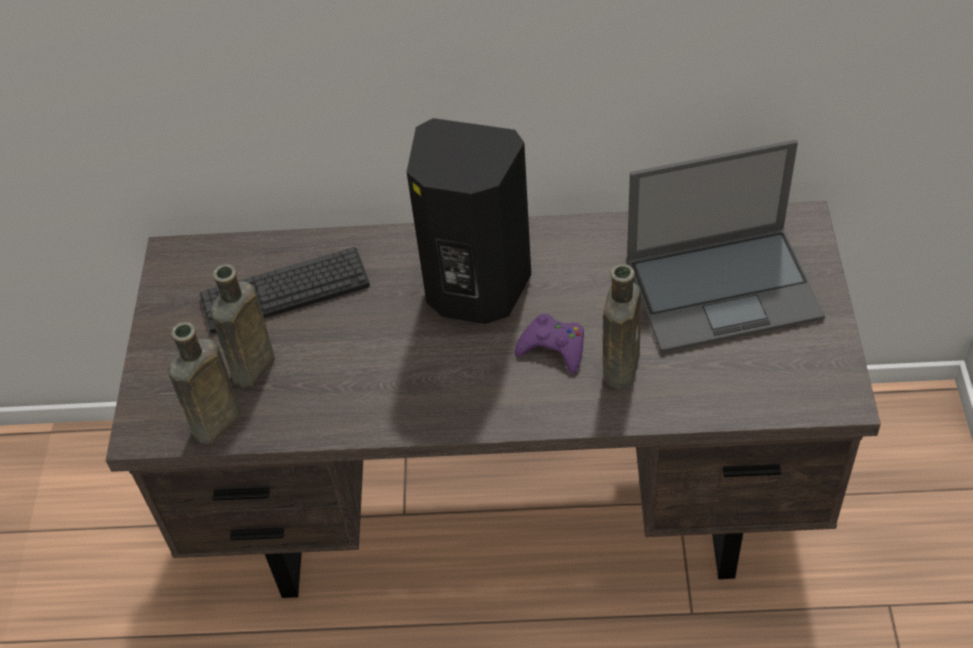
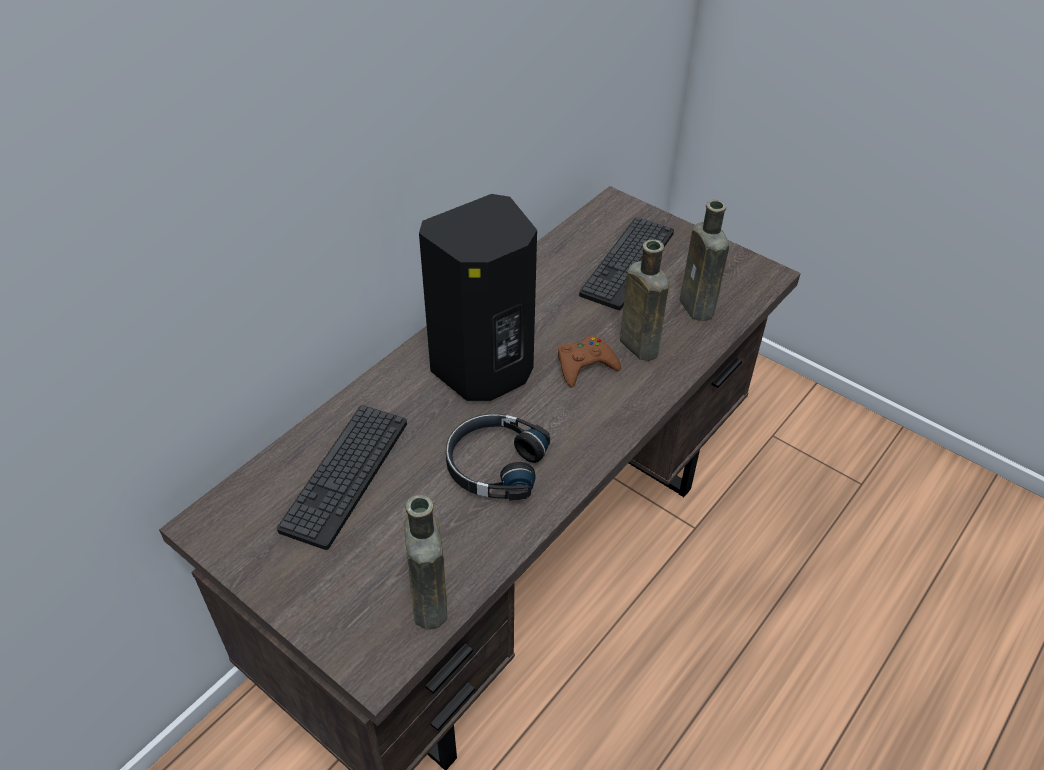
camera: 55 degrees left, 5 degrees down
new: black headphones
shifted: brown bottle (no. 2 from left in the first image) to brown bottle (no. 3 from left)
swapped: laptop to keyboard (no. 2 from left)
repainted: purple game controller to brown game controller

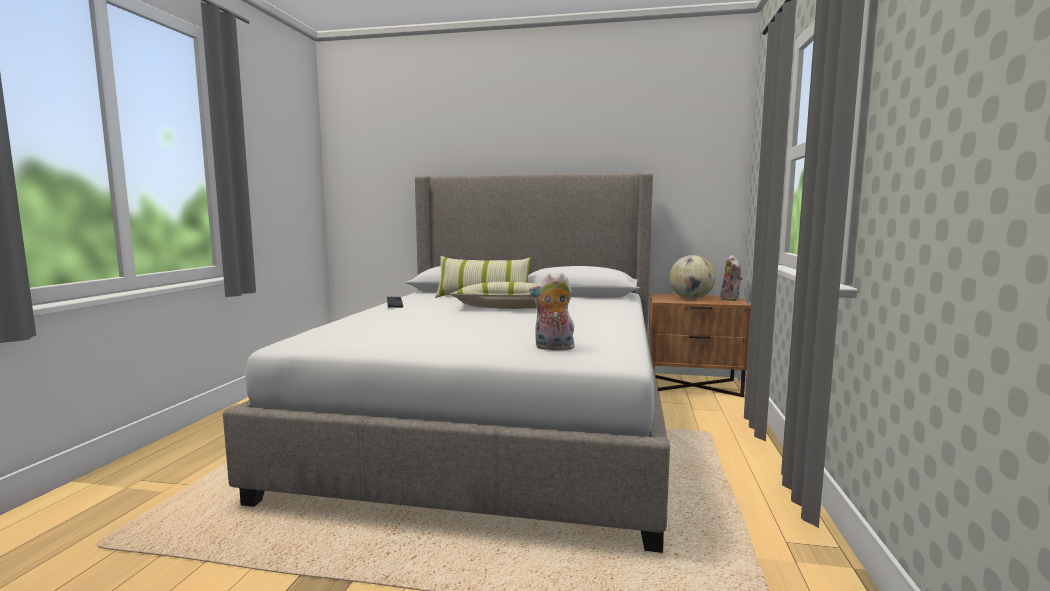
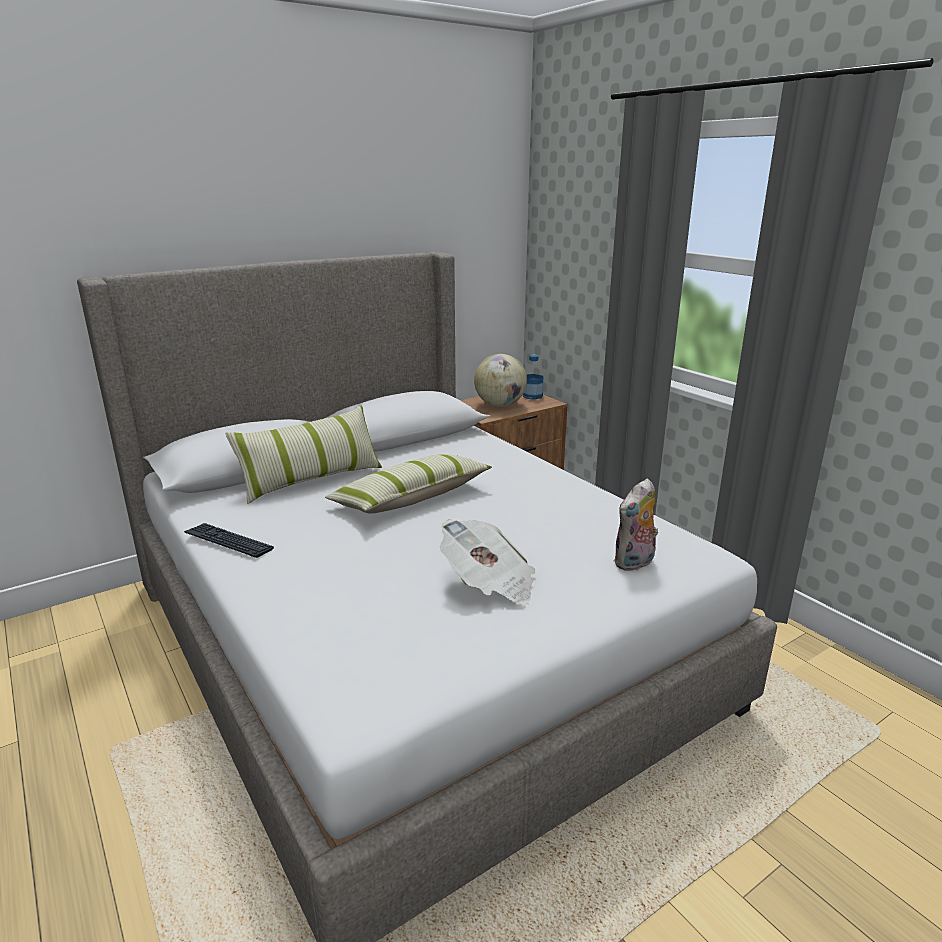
camera: 45 degrees left, 15 degrees up
new: newspaper
swapped: plush toy (no. 2 from left) to bottle

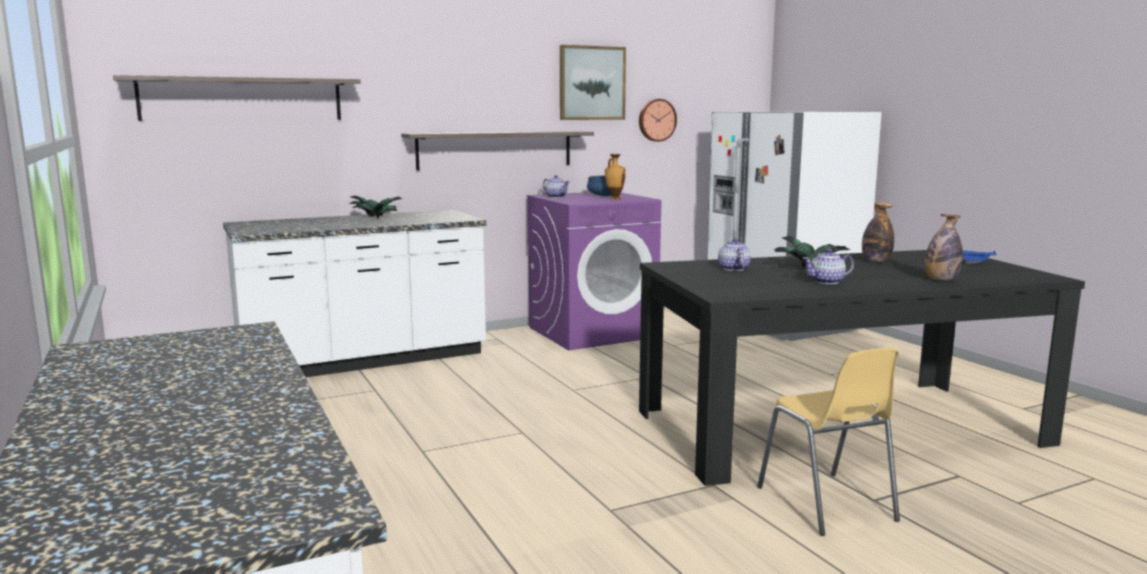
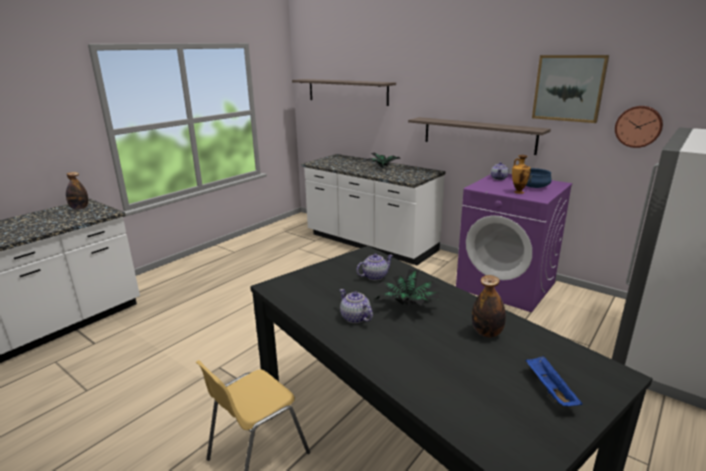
camera: 65 degrees right, 10 degrees up
shifted: bottle (no. 2 from left in the first image) to bottle (no. 1 from left)

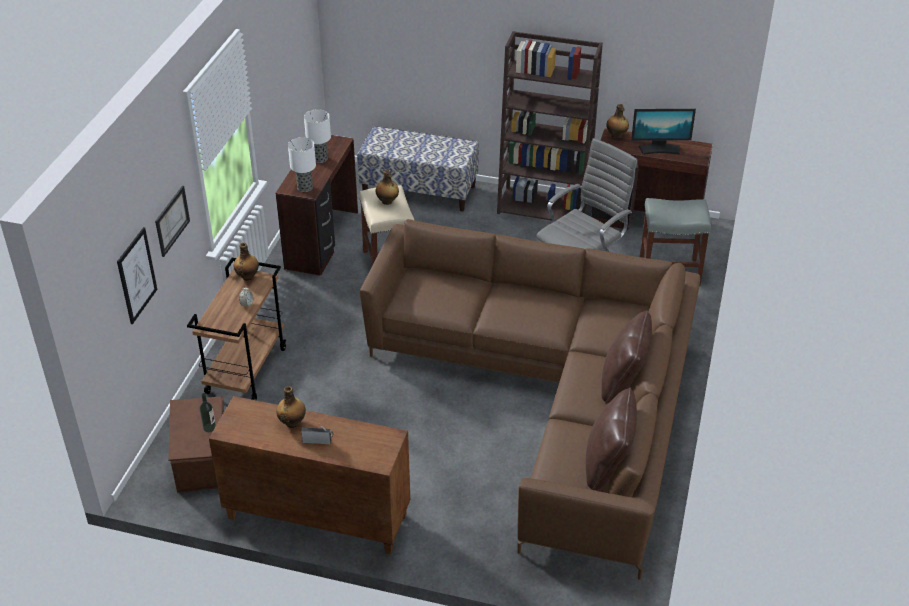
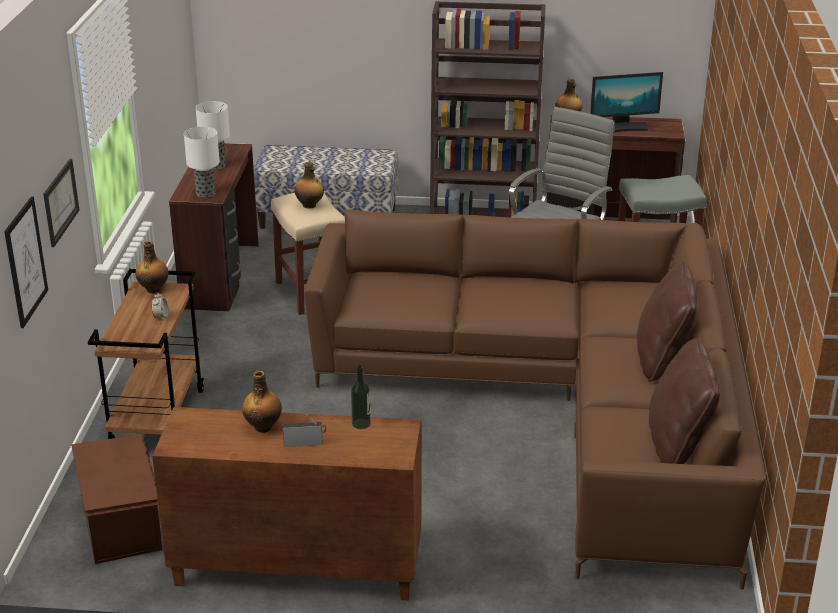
camera: 10 degrees left, 10 degrees down
shifted: bottle (no. 1 from left in the first image) to bottle (no. 4 from left)

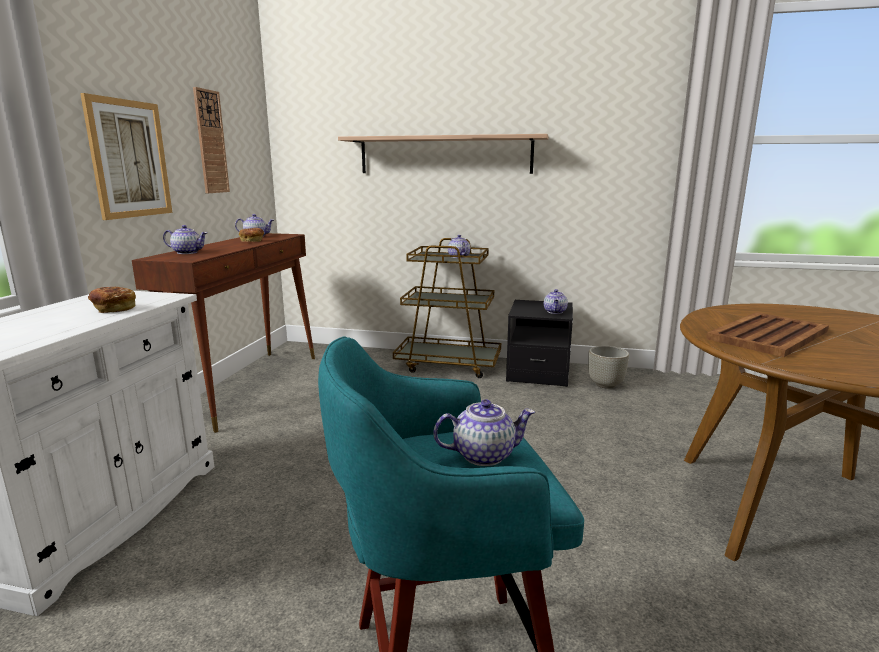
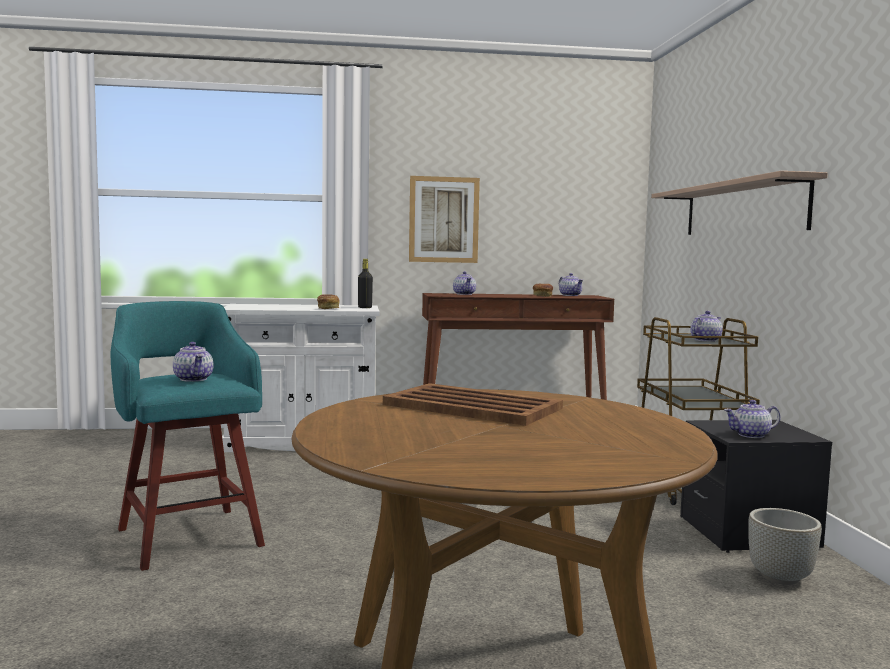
camera: 70 degrees right, 10 degrees down
gone: wall clock
new: black bottle

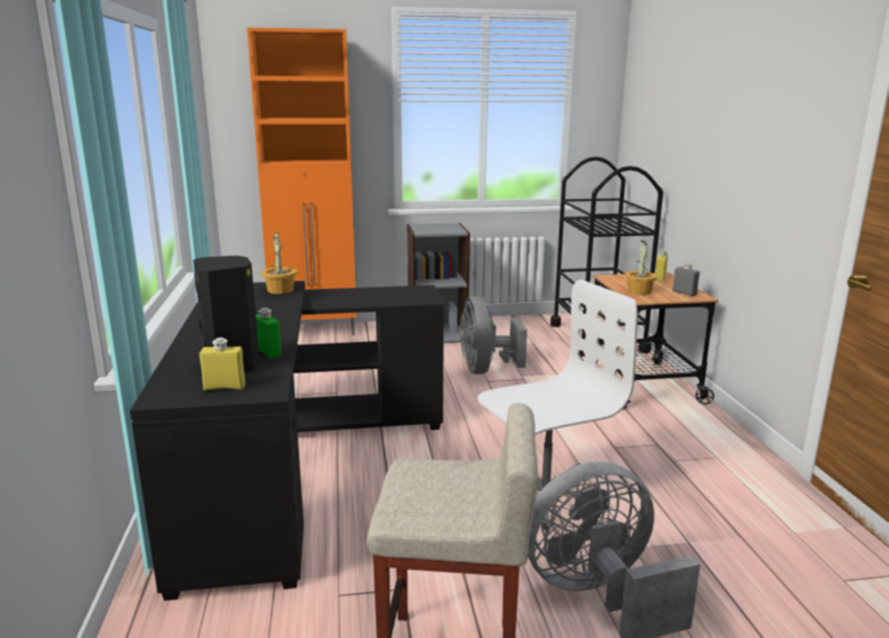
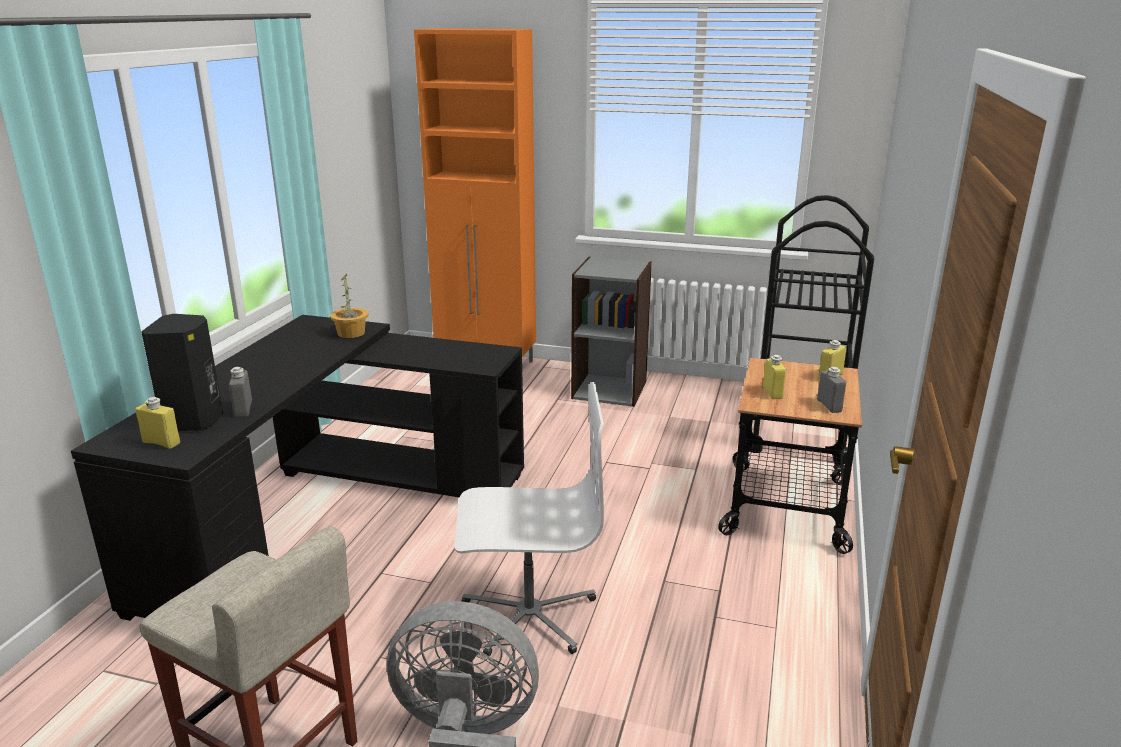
camera: 25 degrees right, 5 degrees up
gone: grey fan (no. 1 from left)
swapped: potted plant (no. 2 from left) to yellow bottle (no. 2 from left)
repainted: green bottle to grey bottle (no. 1 from left)

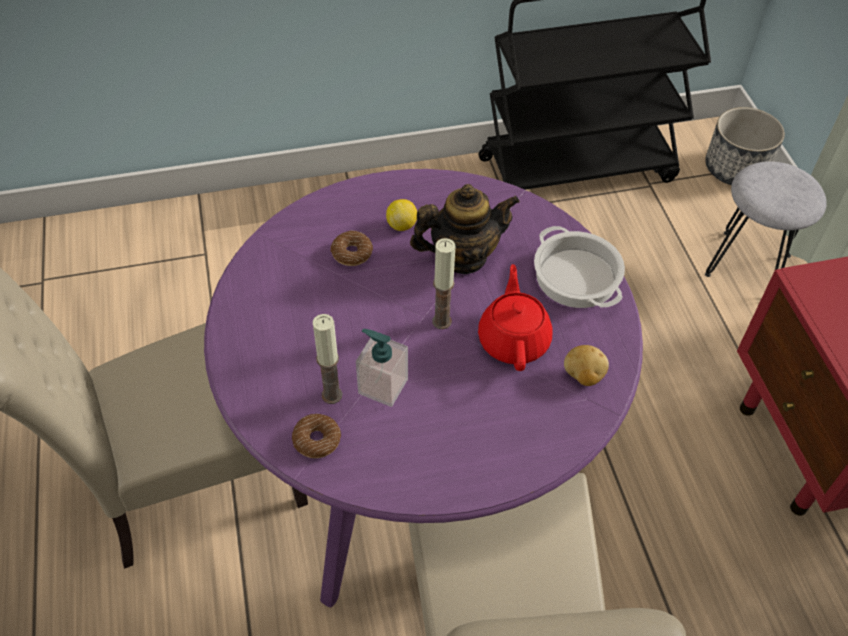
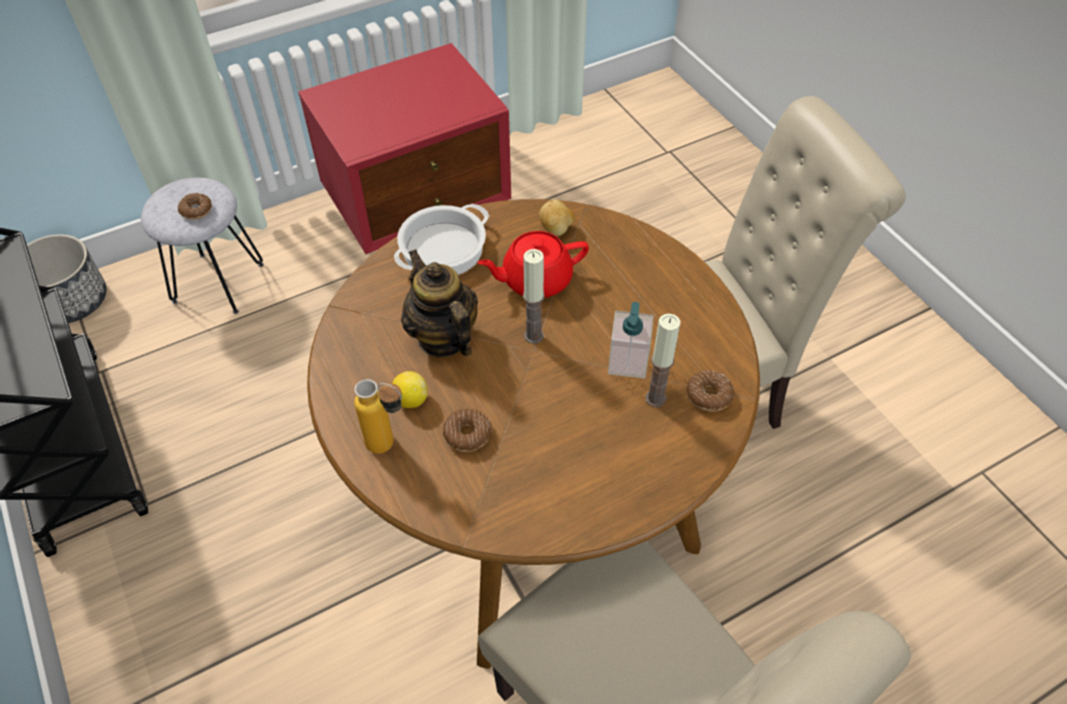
camera: 105 degrees left, 0 degrees up
new: donut (no. 1 from left); bottle
repainted: purple dining table to brown dining table

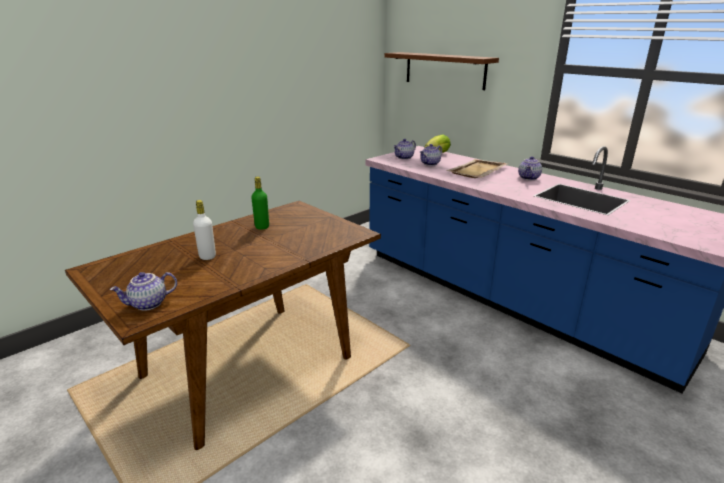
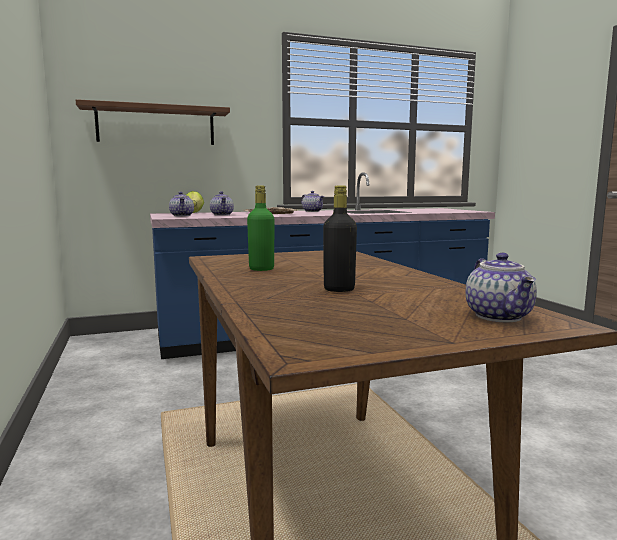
camera: 65 degrees left, 15 degrees down
repainted: white bottle to black bottle

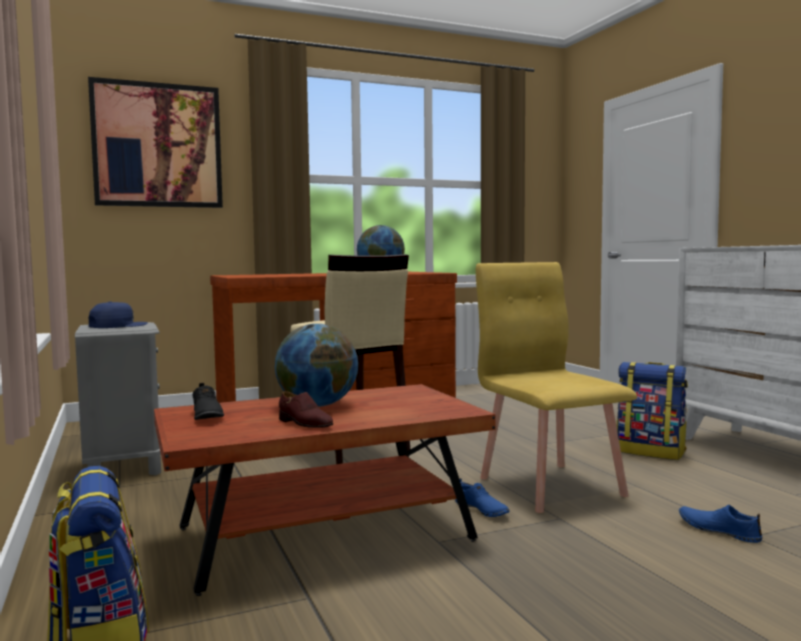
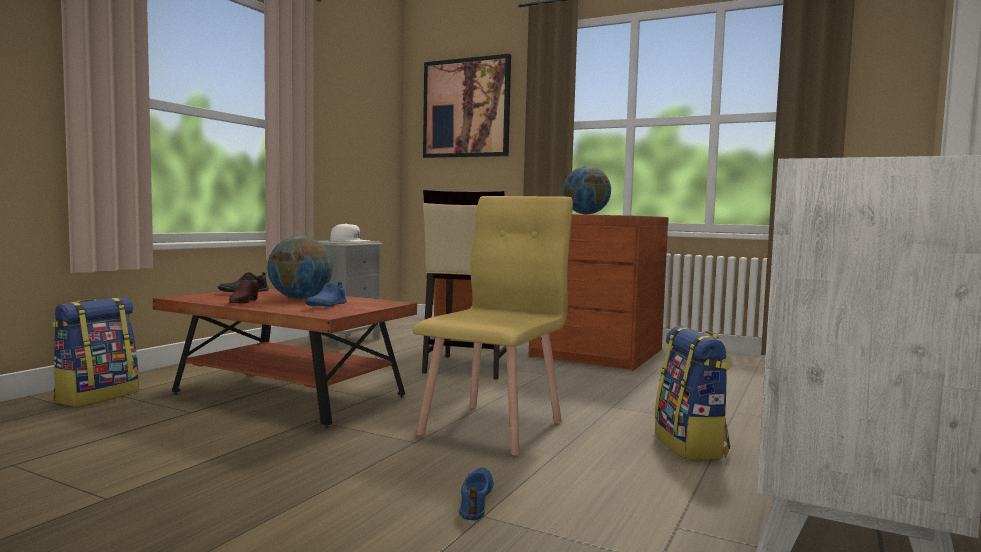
camera: 50 degrees right, 0 degrees up
shifted: blue shoe (no. 1 from left)
repainted: blue cap to white cap

